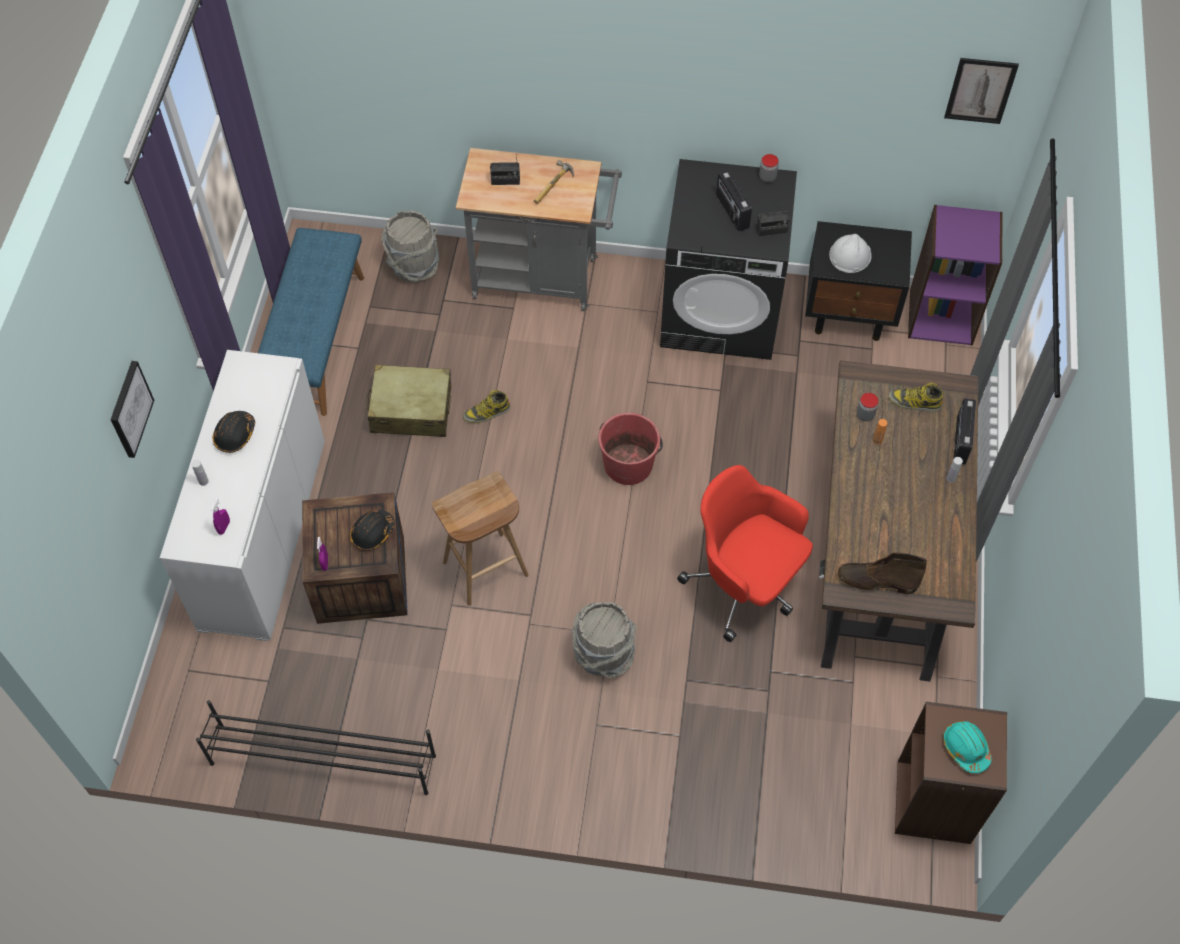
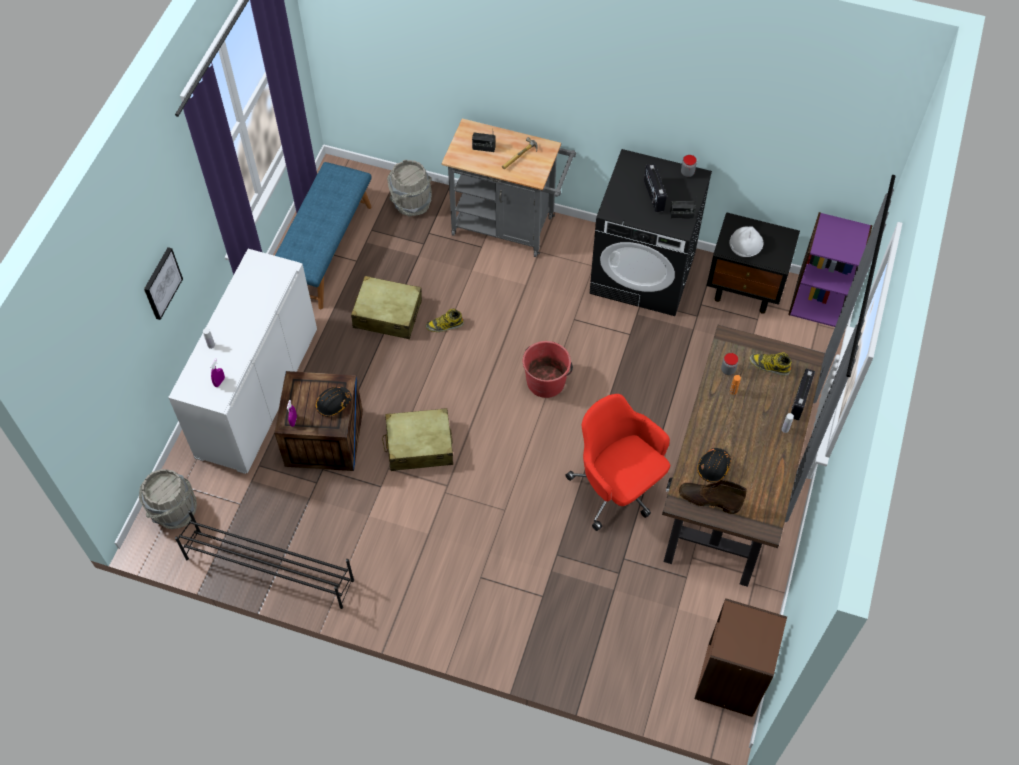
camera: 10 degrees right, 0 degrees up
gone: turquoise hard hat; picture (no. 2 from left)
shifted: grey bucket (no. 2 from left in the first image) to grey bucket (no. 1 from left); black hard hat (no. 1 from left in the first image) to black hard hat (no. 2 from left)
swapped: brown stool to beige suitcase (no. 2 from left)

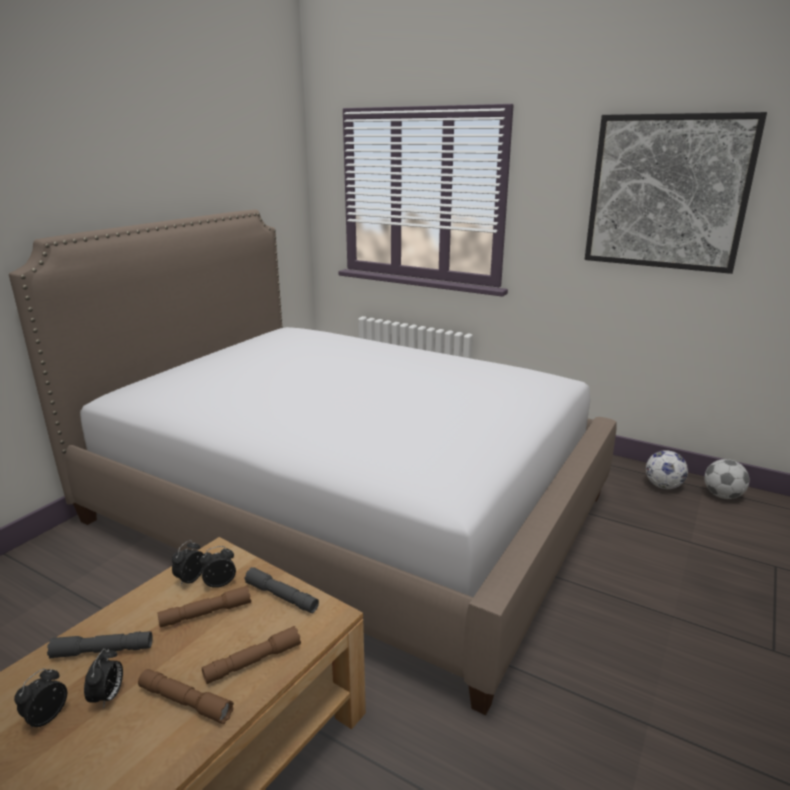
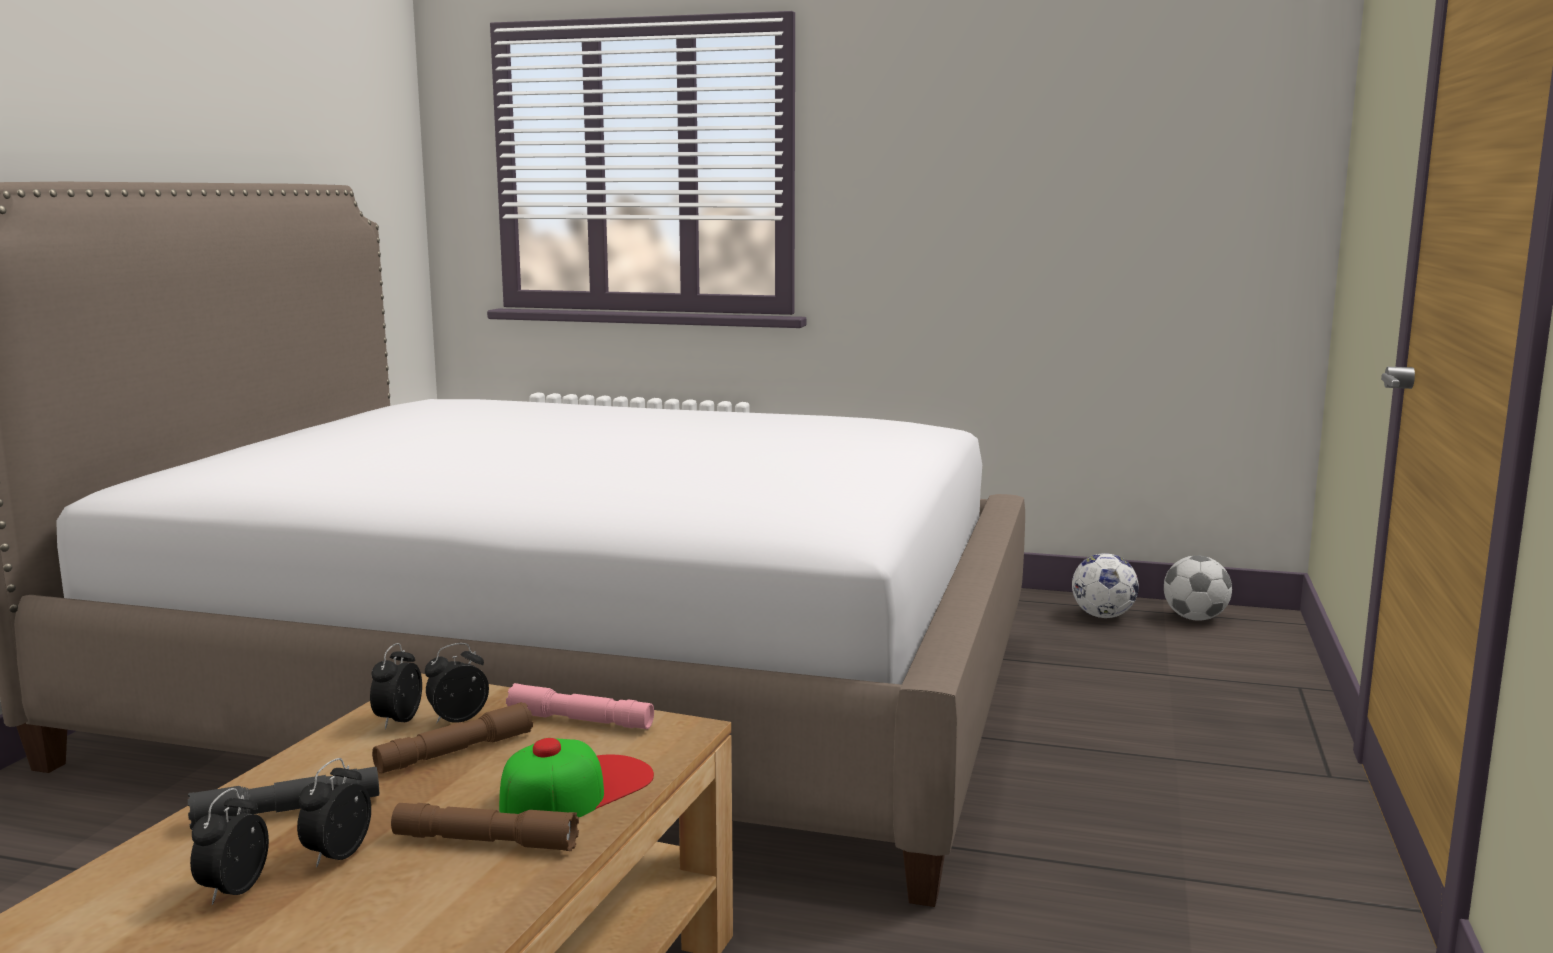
camera: 15 degrees left, 10 degrees down
gone: picture
swapped: brown flashlight (no. 3 from left) to cap
repainted: grey flashlight (no. 2 from left) to pink flashlight
rotated: alarm clock (no. 2 from left) 150 degrees counterclockwise

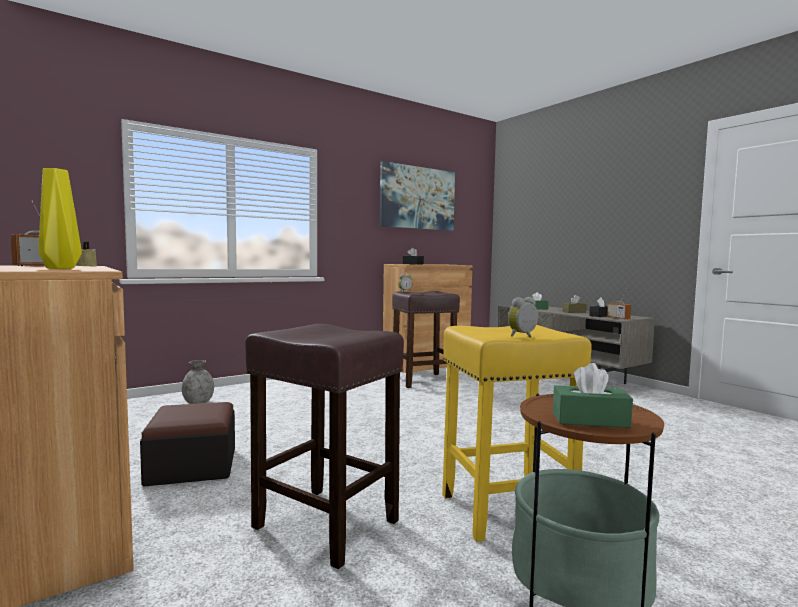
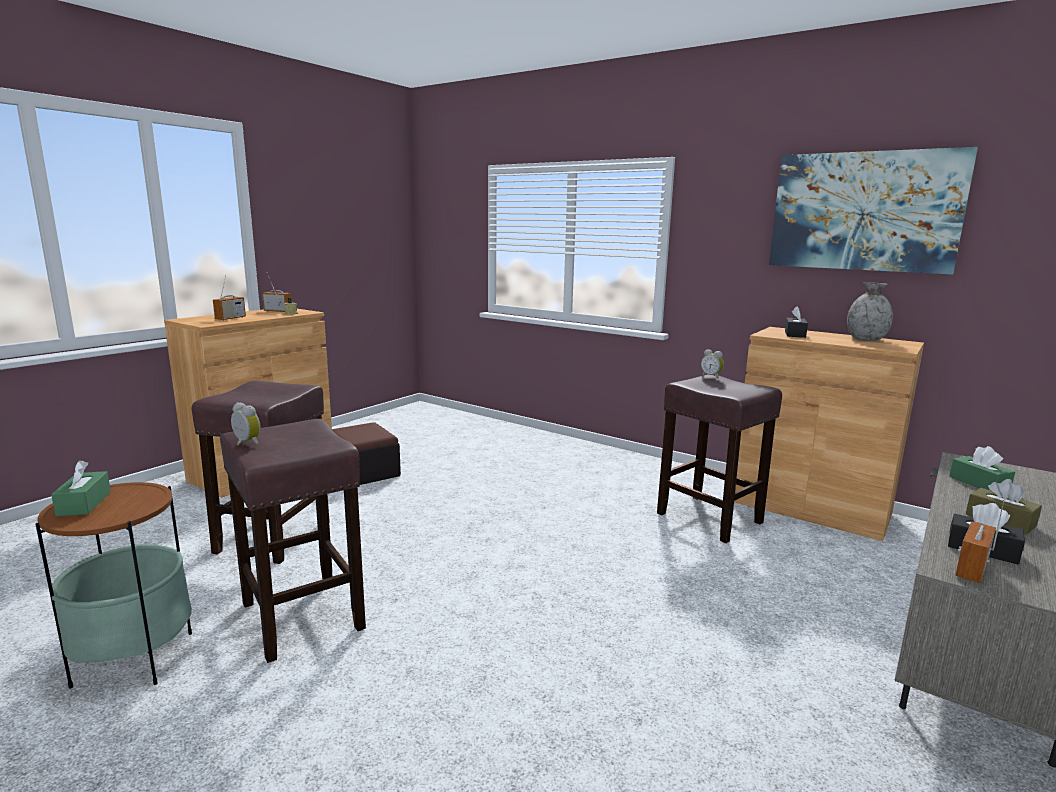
camera: 70 degrees right, 10 degrees up
shifted: grey vase
swapped: yellow vase to radio (no. 1 from left)
repainted: yellow stool to brown stool (no. 2 from left)

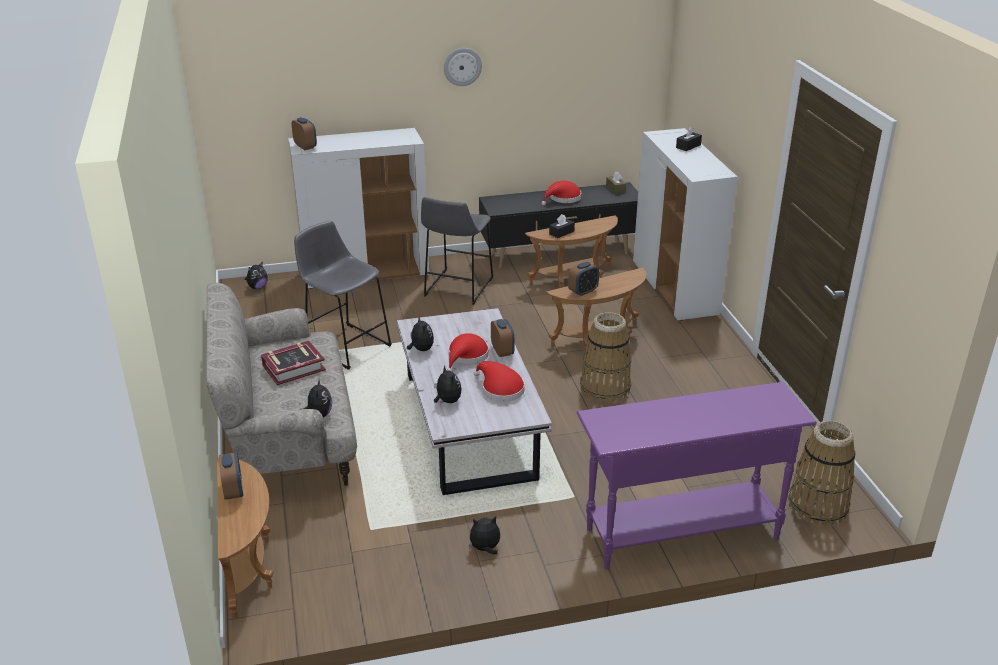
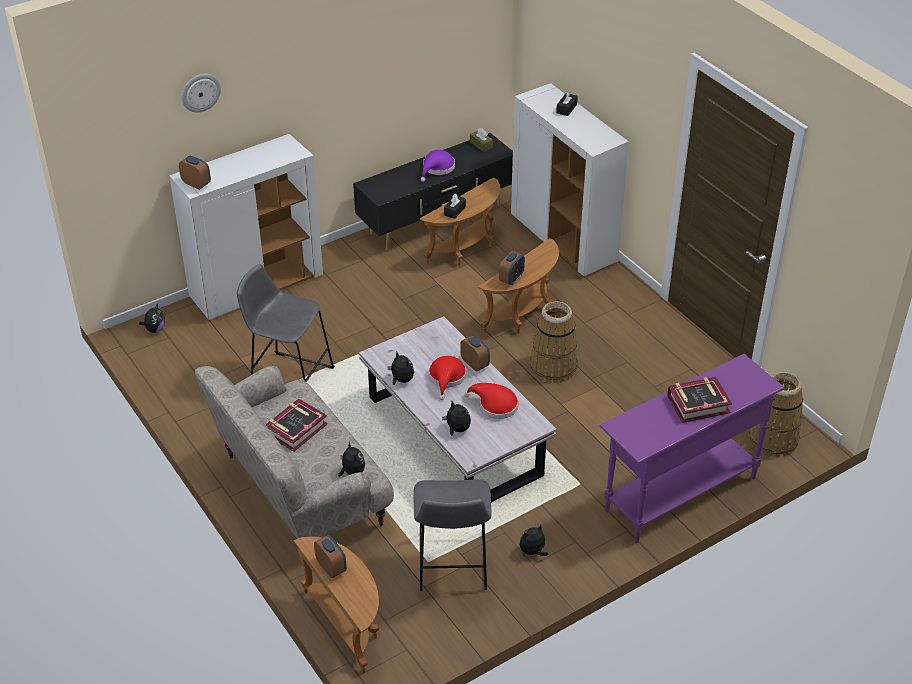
camera: 20 degrees left, 10 degrees up
new: book (no. 2 from left)
shifted: wall clock; grey stool (no. 2 from left)
repainted: red hat (no. 3 from left) to purple hat

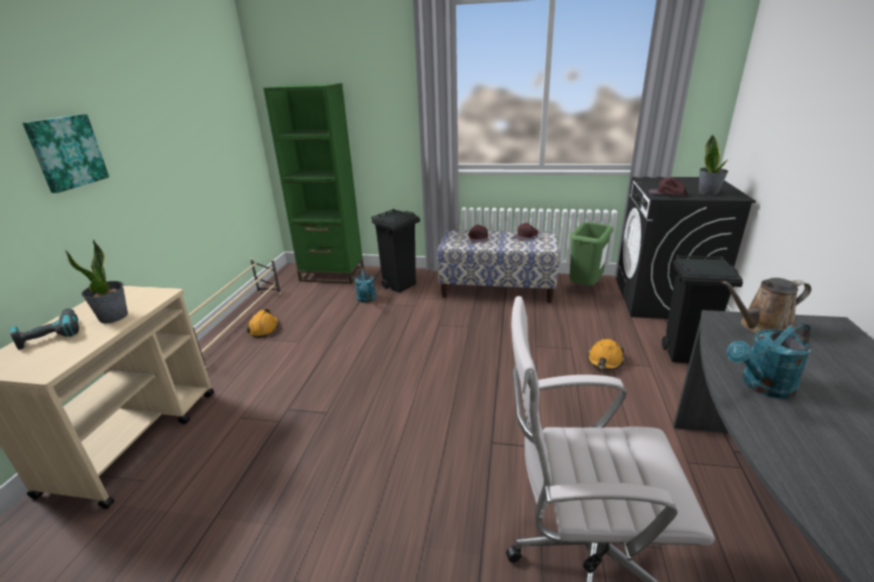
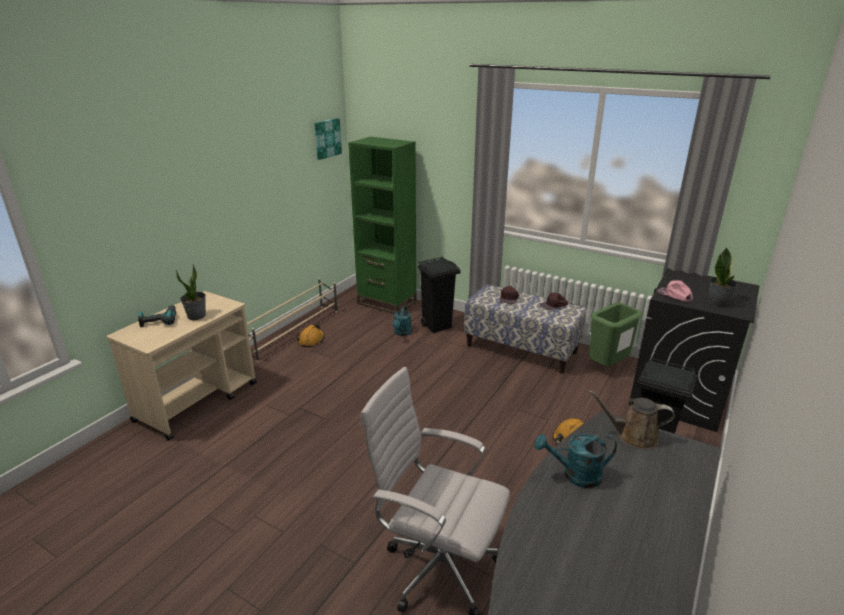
camera: 20 degrees right, 0 degrees up
shifted: picture
repainted: brown cap (no. 3 from left) to pink cap

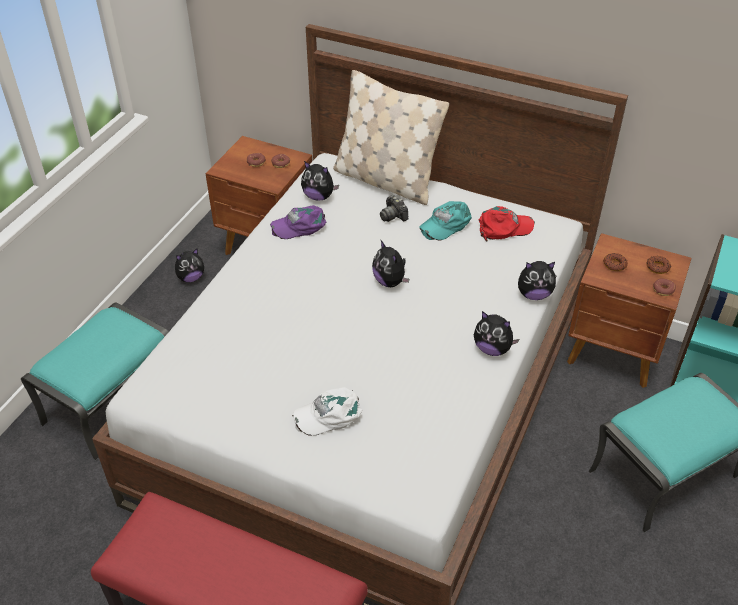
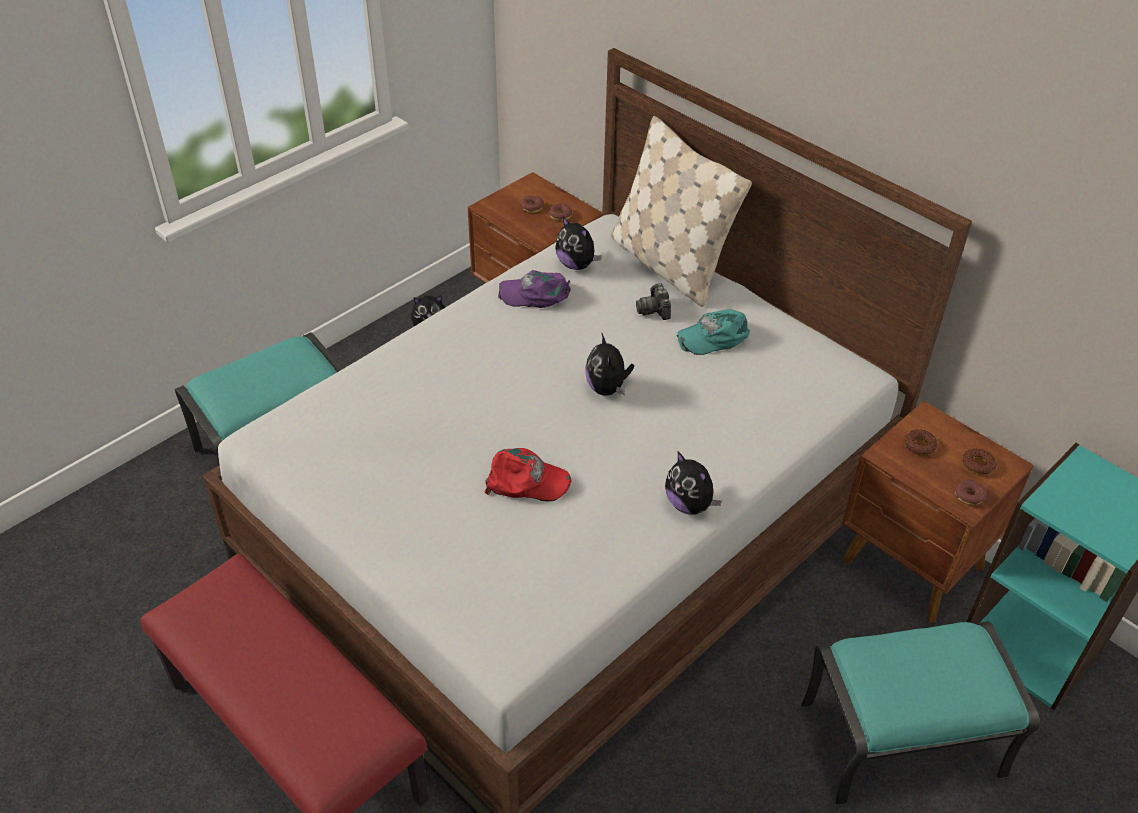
camera: 20 degrees right, 0 degrees up
gone: white cap; plush toy (no. 5 from left)
shifted: red cap

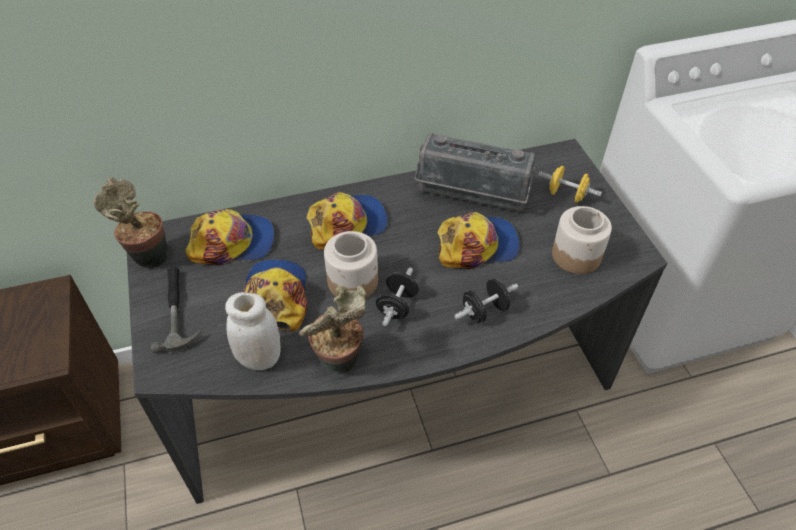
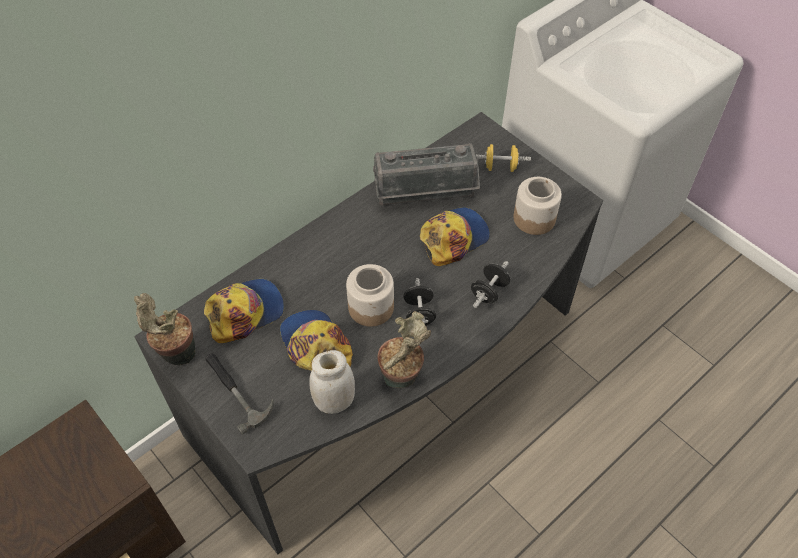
camera: 25 degrees left, 5 degrees up
gone: cap (no. 3 from left)

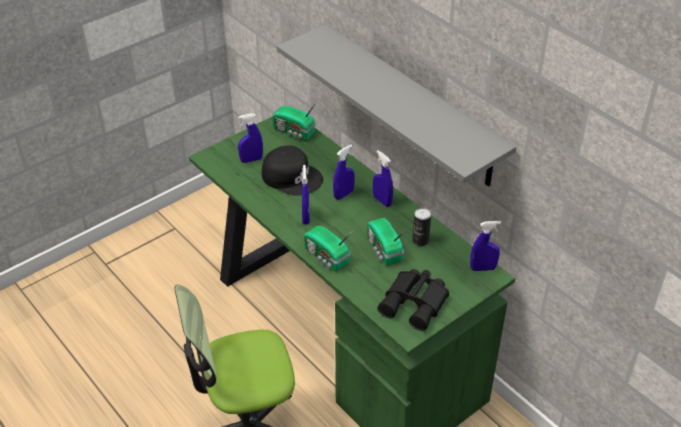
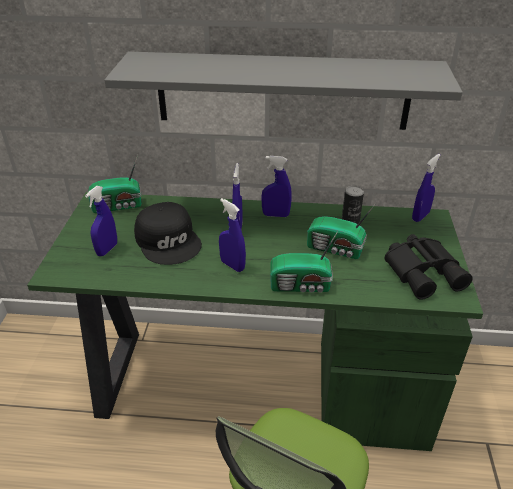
camera: 45 degrees left, 5 degrees down
rotated: black cap 75 degrees clockwise

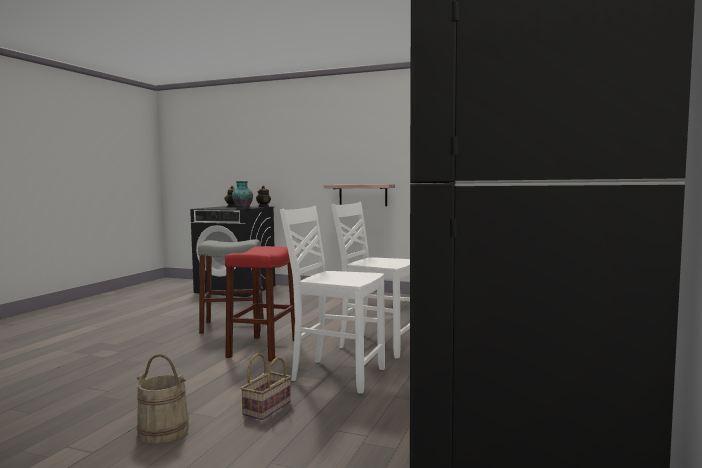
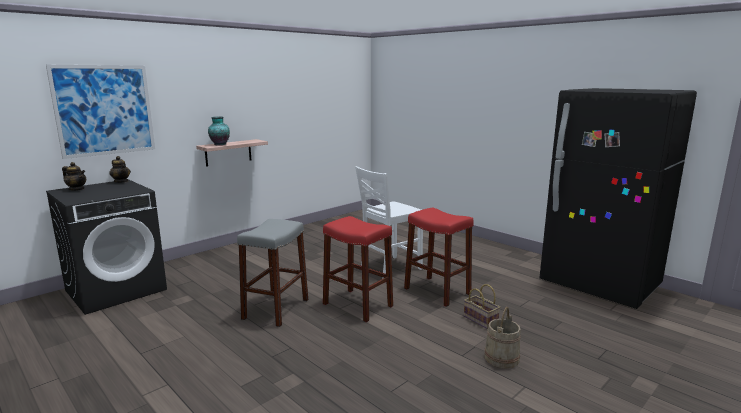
camera: 65 degrees left, 10 degrees up
new: picture
shifted: vase
swapped: white chair (no. 1 from left) to red stool (no. 2 from left)

